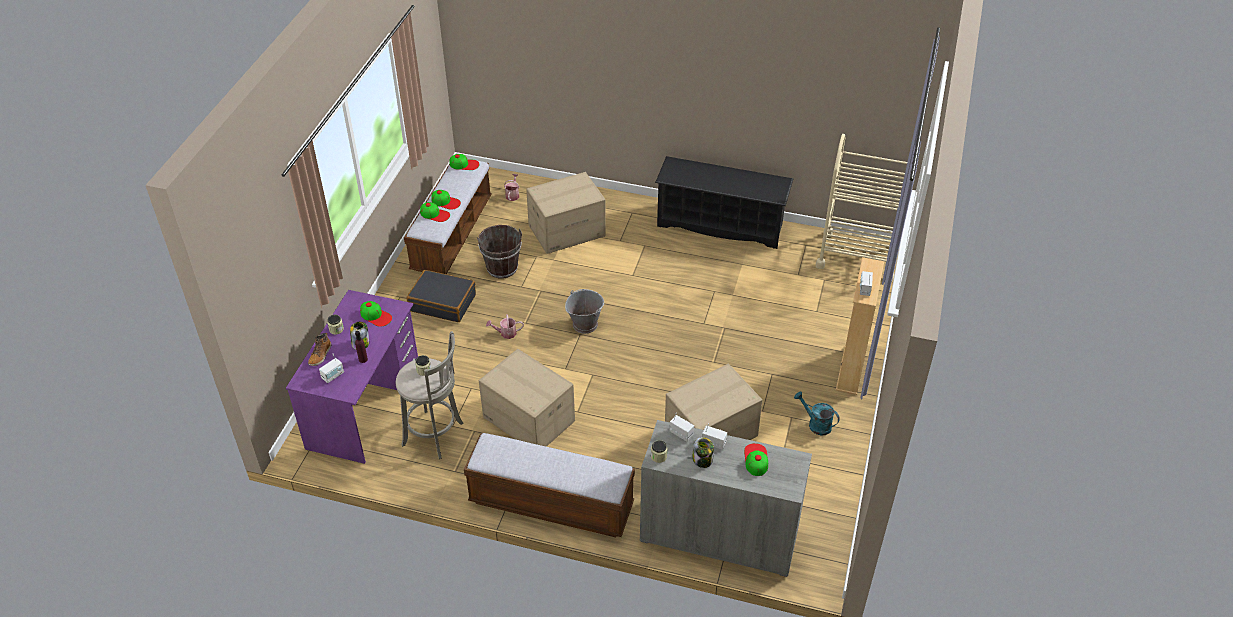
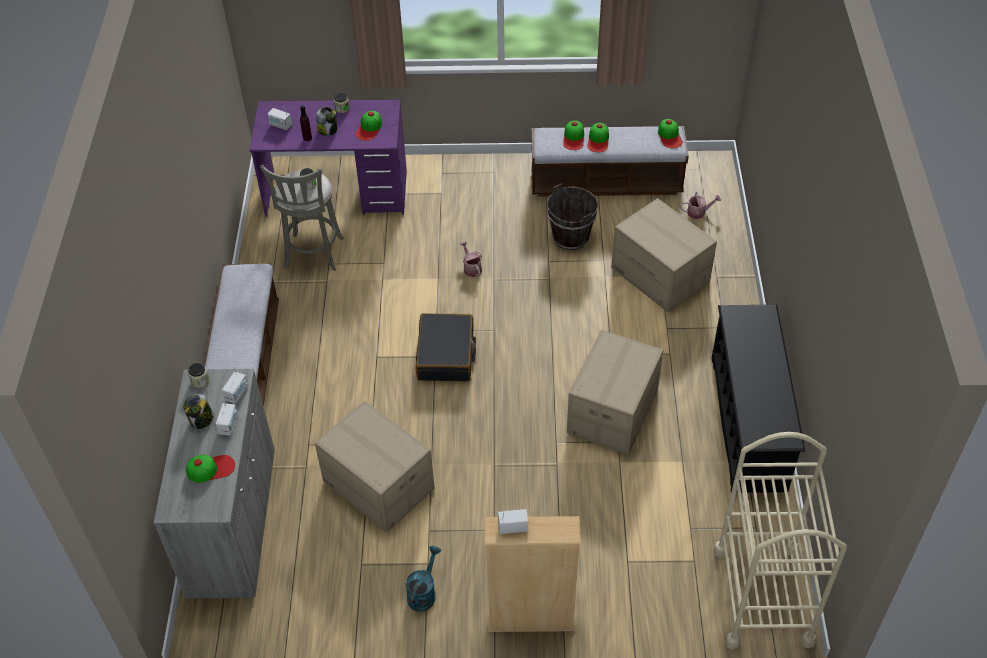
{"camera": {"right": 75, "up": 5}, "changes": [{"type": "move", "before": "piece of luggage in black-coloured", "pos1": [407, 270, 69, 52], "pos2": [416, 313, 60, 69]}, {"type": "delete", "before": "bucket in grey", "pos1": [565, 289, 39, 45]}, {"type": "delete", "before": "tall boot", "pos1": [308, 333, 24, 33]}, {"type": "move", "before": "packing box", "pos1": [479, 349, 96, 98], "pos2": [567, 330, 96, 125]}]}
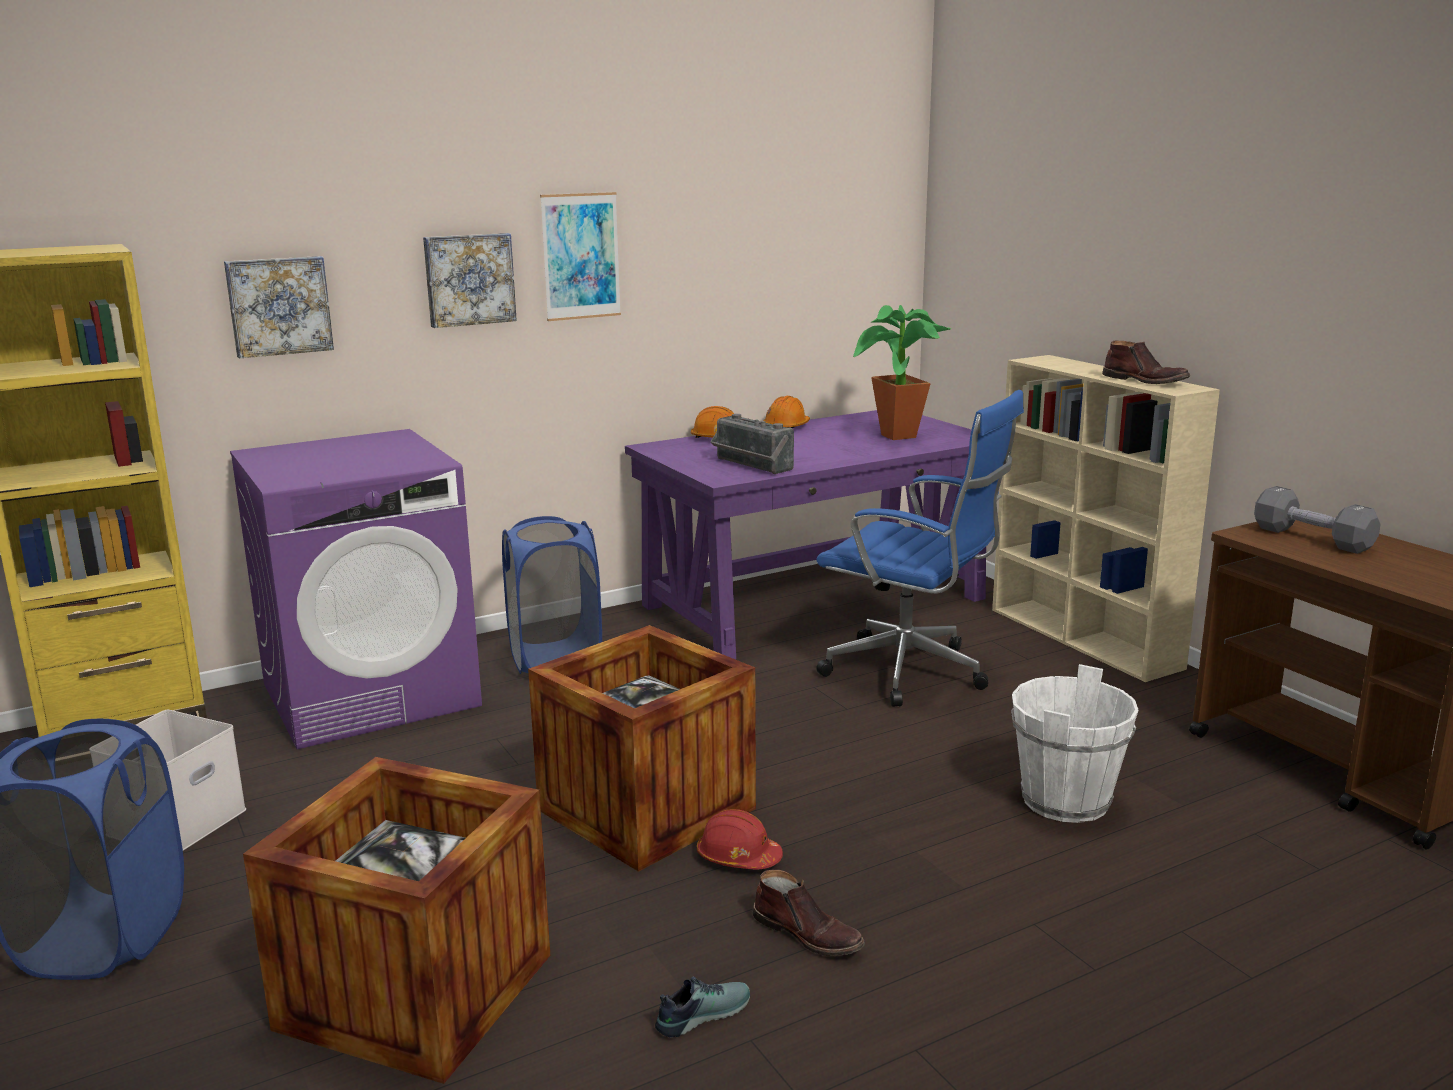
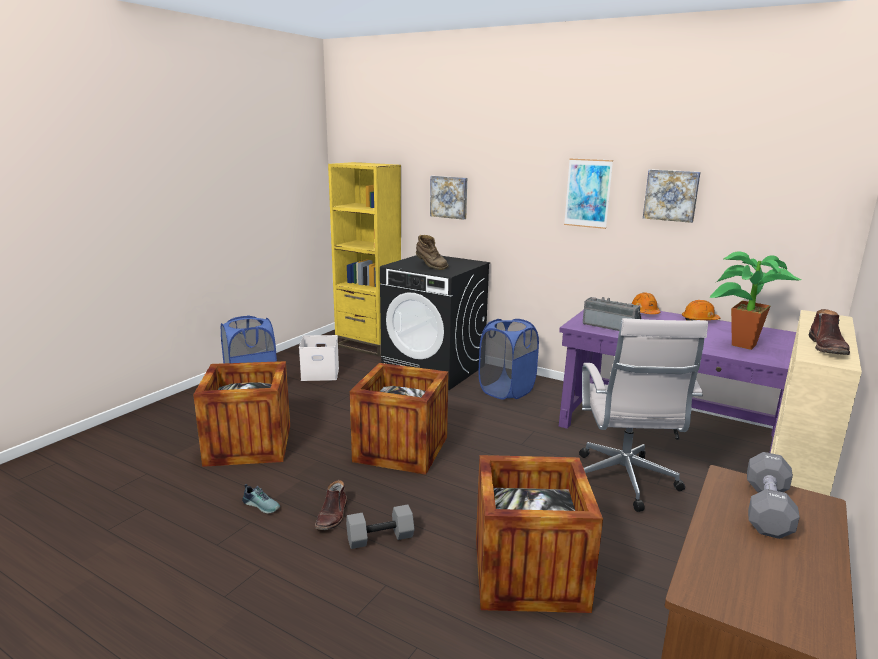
{"camera": {"right": 60, "up": 0}, "changes": [{"type": "move", "before": "wall picture", "pos1": [423, 233, 94, 95], "pos2": [643, 169, 58, 54]}, {"type": "recolor", "before": "desk chair in blue-coloured", "after": "desk chair in whitish", "pos1": [816, 390, 208, 317], "pos2": [579, 318, 129, 194]}, {"type": "rotate", "before": "radio receiver", "pos1": [711, 414, 83, 60], "pos2": [583, 297, 58, 34], "turn": 105}, {"type": "recolor", "before": "washing machine in purple", "after": "washing machine in black-coloured", "pos1": [230, 429, 252, 320], "pos2": [380, 255, 110, 135]}, {"type": "replace", "before": "bucket in whitish", "after": "packing crate", "pos1": [1011, 664, 127, 159], "pos2": [476, 455, 127, 158]}, {"type": "delete", "before": "safety helmet in reddish", "pos1": [697, 809, 86, 60]}, {"type": "insert", "after": "tall boot in brown", "pos2": [416, 235, 33, 35]}, {"type": "insert", "after": "hand weight in grey", "pos2": [346, 505, 69, 44]}]}
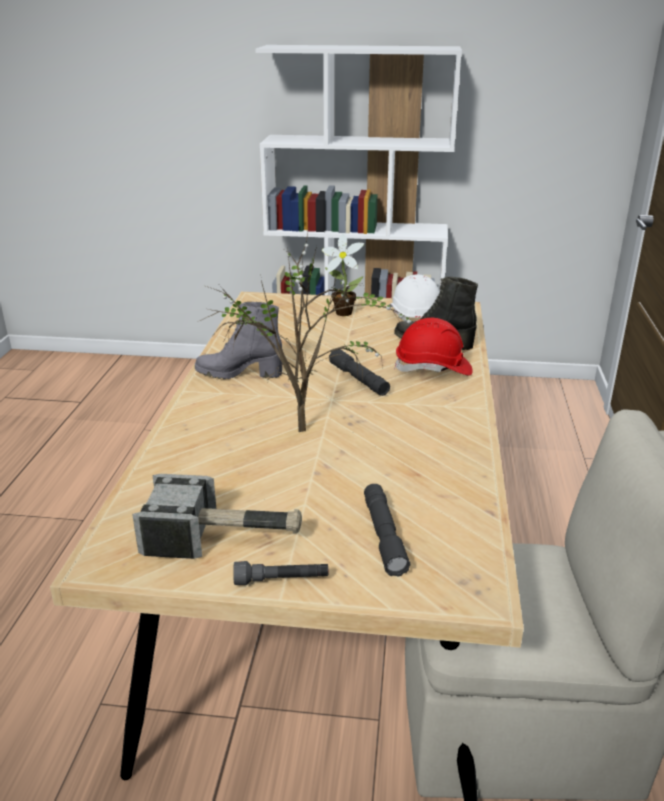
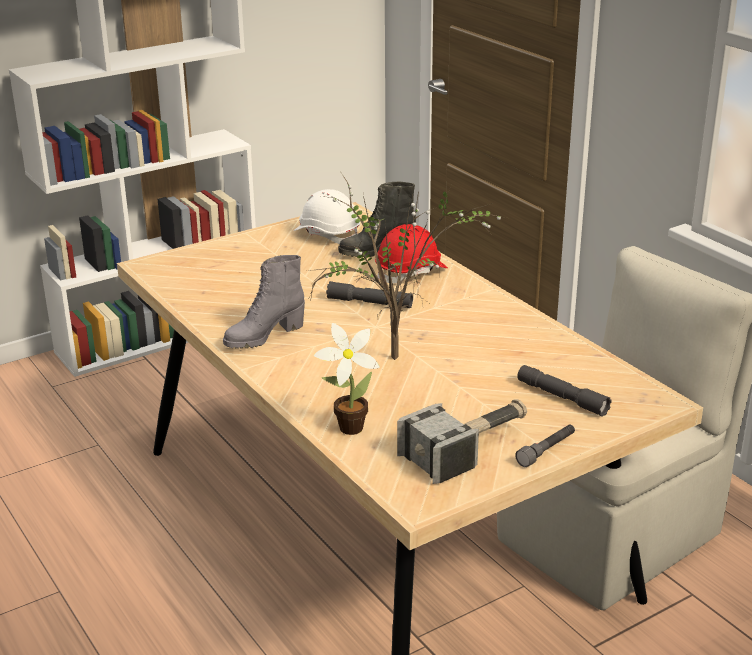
{"camera": {"right": -40, "up": 0}, "changes": [{"type": "move", "before": "potted plant", "pos1": [322, 233, 42, 83], "pos2": [314, 323, 66, 112]}]}
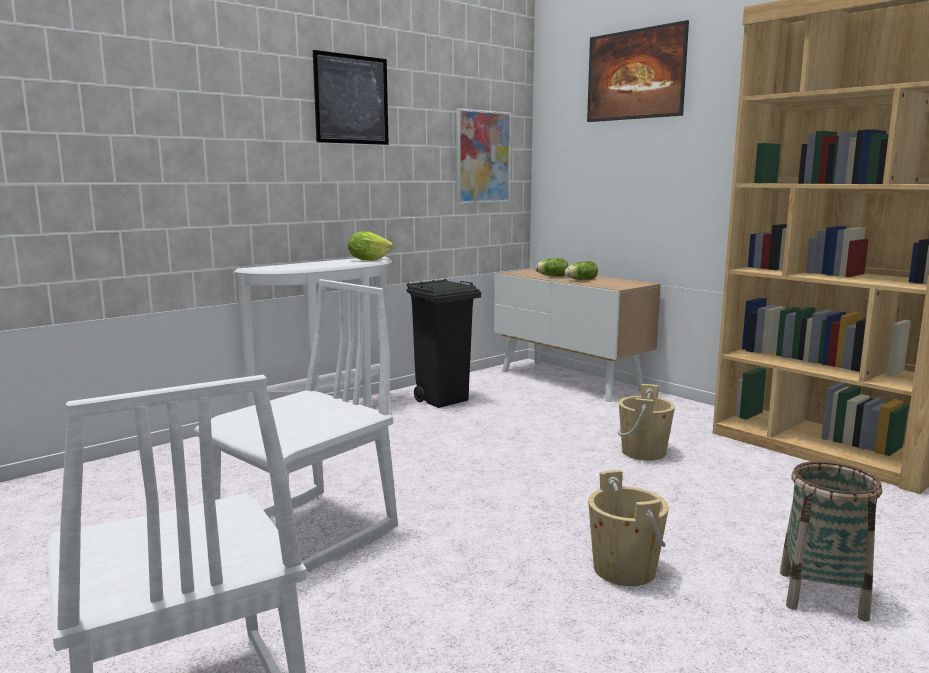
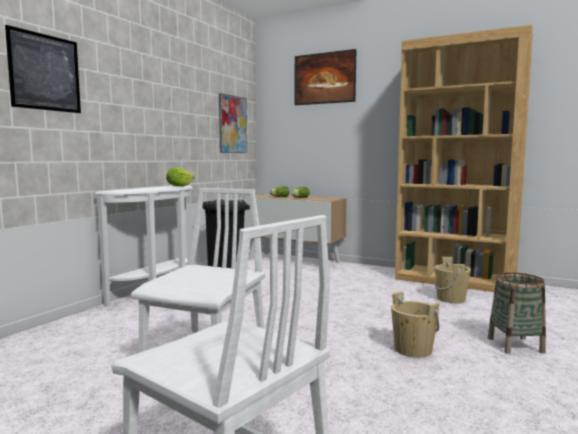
{"camera": {"right": -20, "up": -5}, "changes": [{"type": "move", "before": "wall picture", "pos1": [313, 50, 76, 95], "pos2": [5, 25, 76, 88]}, {"type": "move", "before": "bucket in beige", "pos1": [618, 384, 57, 77], "pos2": [434, 257, 37, 46]}]}
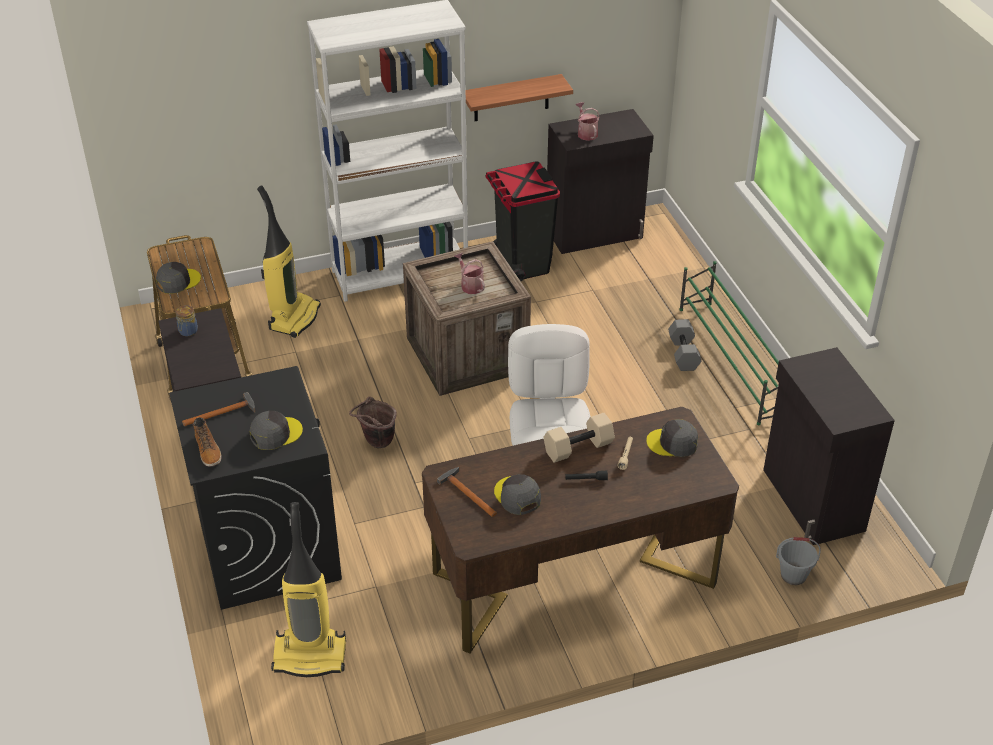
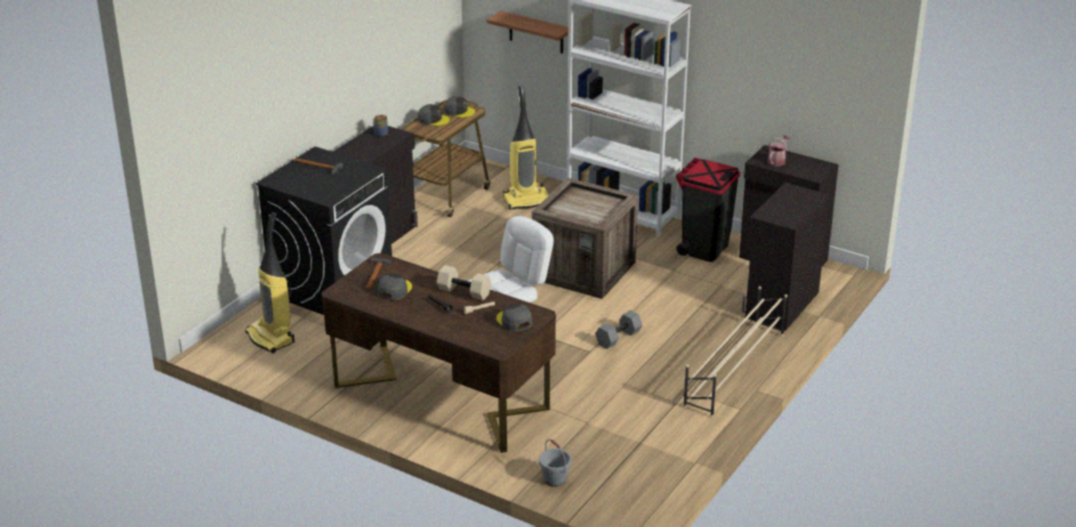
{"camera": {"right": 50, "up": -10}, "changes": [{"type": "move", "before": "wall shelf", "pos1": [466, 74, 107, 47], "pos2": [486, 11, 83, 43]}, {"type": "delete", "before": "watering can", "pos1": [454, 253, 31, 41]}, {"type": "recolor", "before": "shoe shelf in greenish", "after": "shoe shelf in beige", "pos1": [679, 261, 100, 164], "pos2": [683, 286, 105, 132]}, {"type": "move", "before": "hand weight in grey", "pos1": [668, 319, 34, 52], "pos2": [595, 310, 47, 39]}, {"type": "move", "before": "cabinet in black-coloured", "pos1": [763, 347, 132, 198], "pos2": [742, 182, 88, 149]}, {"type": "delete", "before": "bucket in brown", "pos1": [349, 397, 48, 52]}, {"type": "move", "before": "cap in grey", "pos1": [249, 411, 54, 39], "pos2": [444, 96, 31, 22]}, {"type": "delete", "before": "tall boot", "pos1": [193, 417, 29, 50]}]}
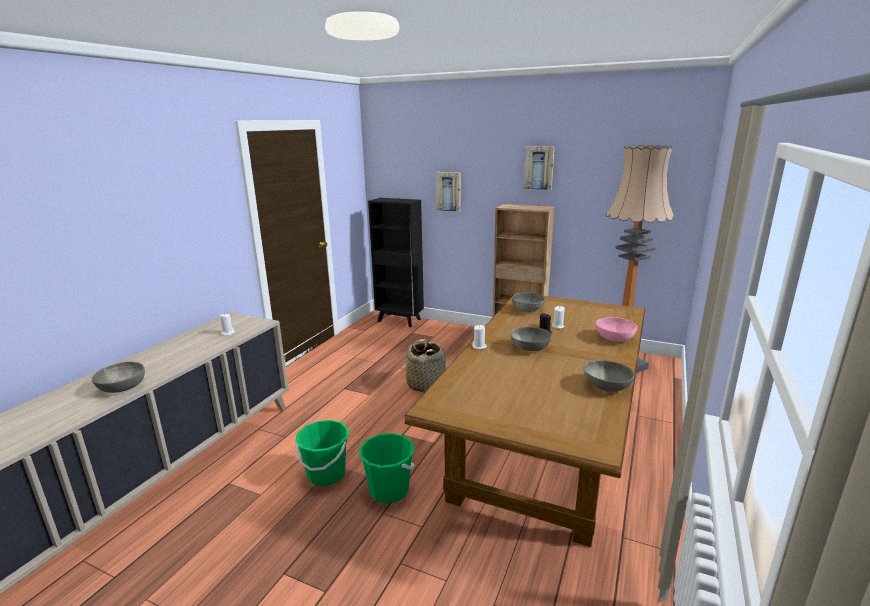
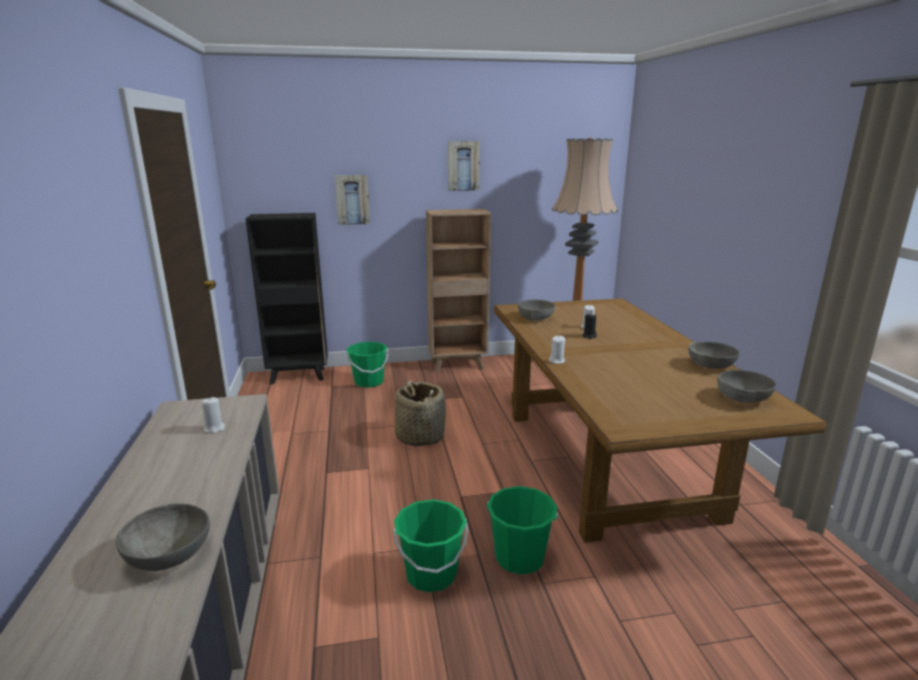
{"camera": {"right": -35, "up": 0}, "changes": [{"type": "delete", "before": "serving bowl in pink", "pos1": [596, 317, 41, 25]}, {"type": "move", "before": "serving bowl in grey", "pos1": [510, 327, 42, 24], "pos2": [717, 370, 60, 33]}, {"type": "insert", "after": "bucket in greenish", "pos2": [347, 342, 42, 46]}]}
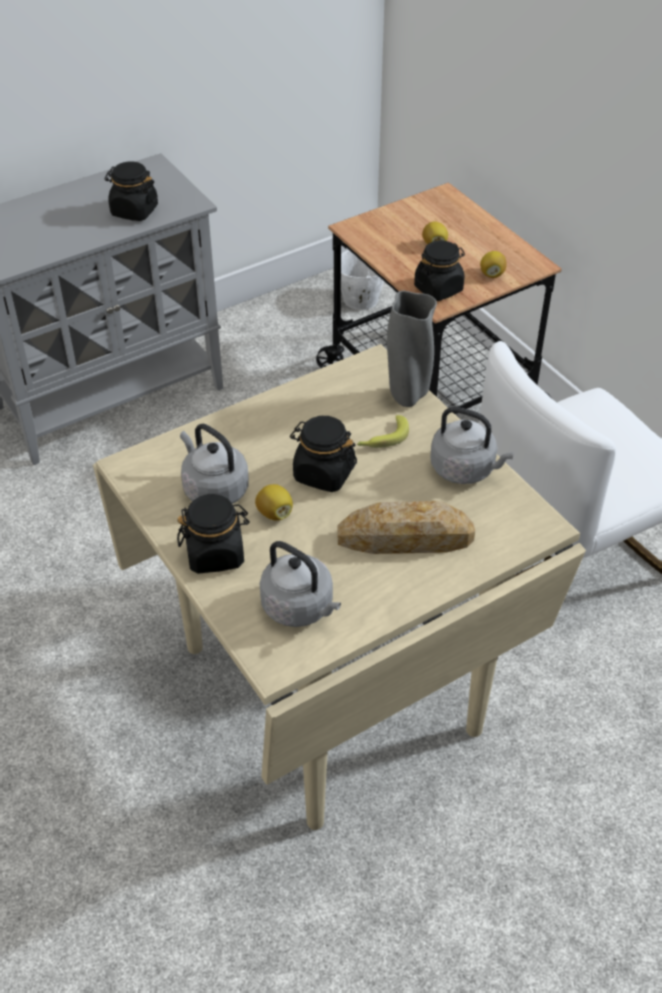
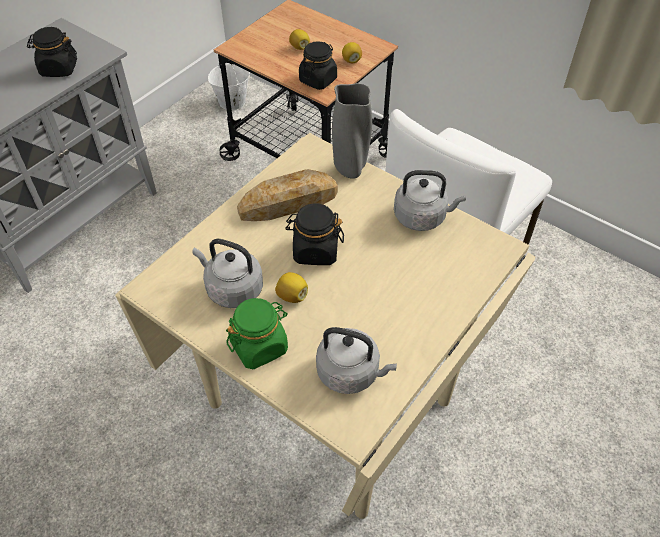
{"camera": {"right": -20, "up": 5}, "changes": [{"type": "delete", "before": "banana", "pos1": [357, 415, 52, 33]}, {"type": "recolor", "before": "preserve jar in black-coloured", "after": "preserve jar in greenish", "pos1": [177, 494, 73, 80], "pos2": [226, 298, 62, 71]}, {"type": "move", "before": "baked bread", "pos1": [337, 501, 138, 53], "pos2": [237, 169, 101, 52]}]}
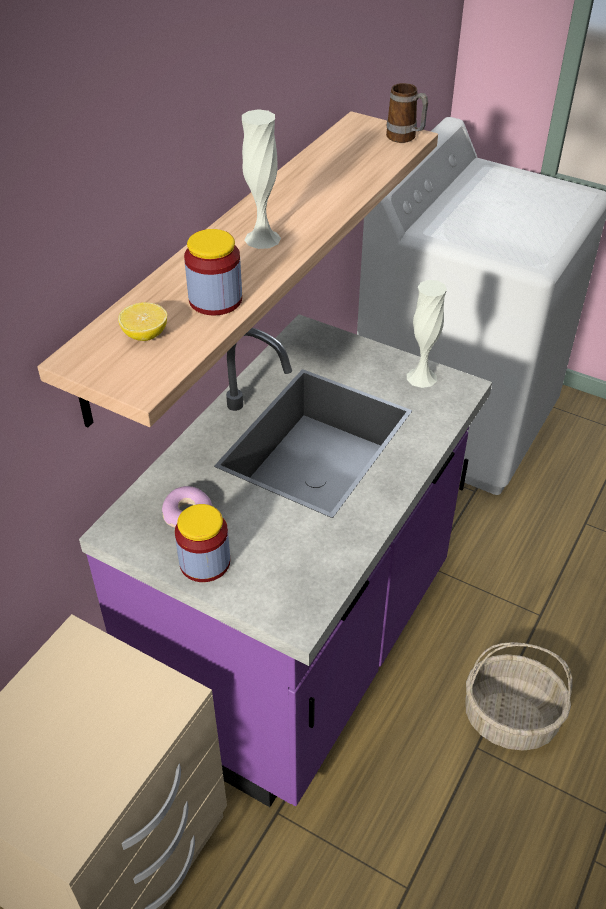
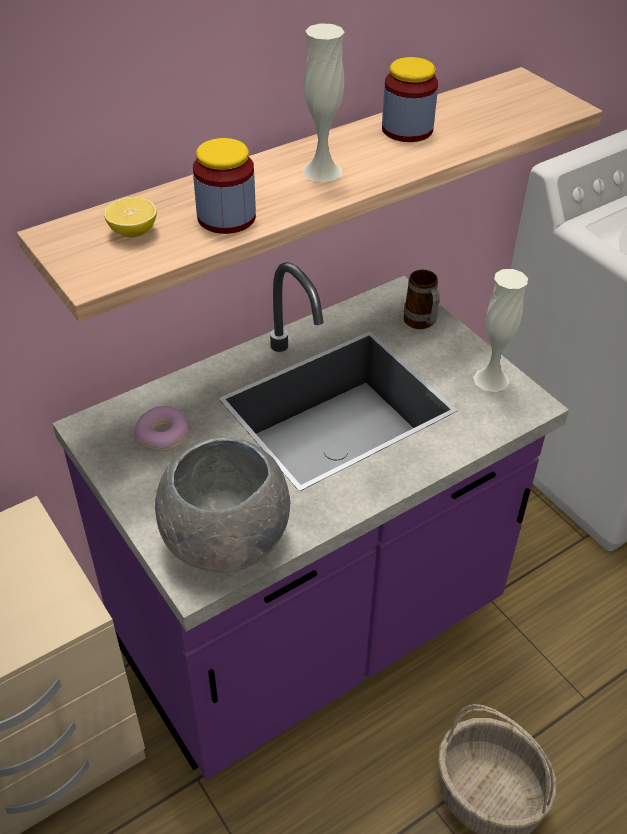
{"camera": {"right": 25, "up": 0}, "changes": [{"type": "move", "before": "tea mug", "pos1": [386, 83, 42, 60], "pos2": [404, 270, 36, 59]}, {"type": "move", "before": "preserve jar", "pos1": [175, 504, 55, 78], "pos2": [382, 57, 56, 85]}, {"type": "insert", "after": "serving bowl in grey", "pos2": [155, 438, 135, 135]}]}
